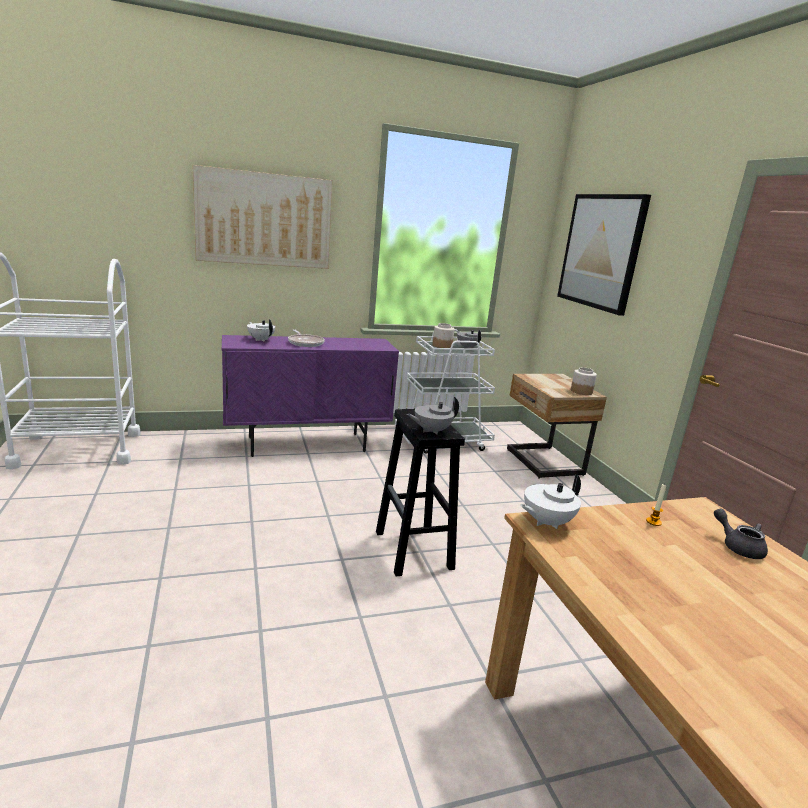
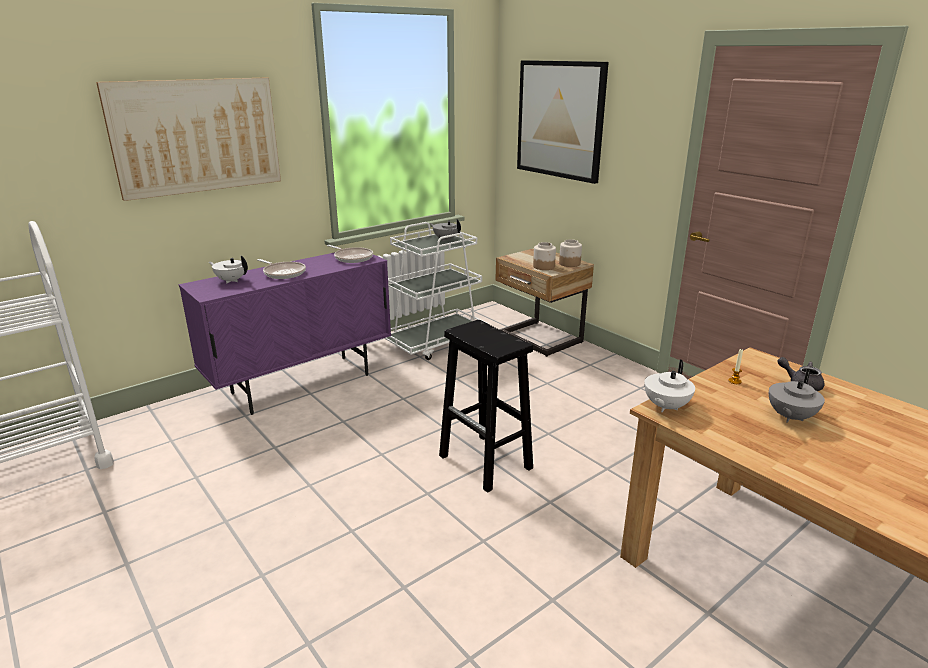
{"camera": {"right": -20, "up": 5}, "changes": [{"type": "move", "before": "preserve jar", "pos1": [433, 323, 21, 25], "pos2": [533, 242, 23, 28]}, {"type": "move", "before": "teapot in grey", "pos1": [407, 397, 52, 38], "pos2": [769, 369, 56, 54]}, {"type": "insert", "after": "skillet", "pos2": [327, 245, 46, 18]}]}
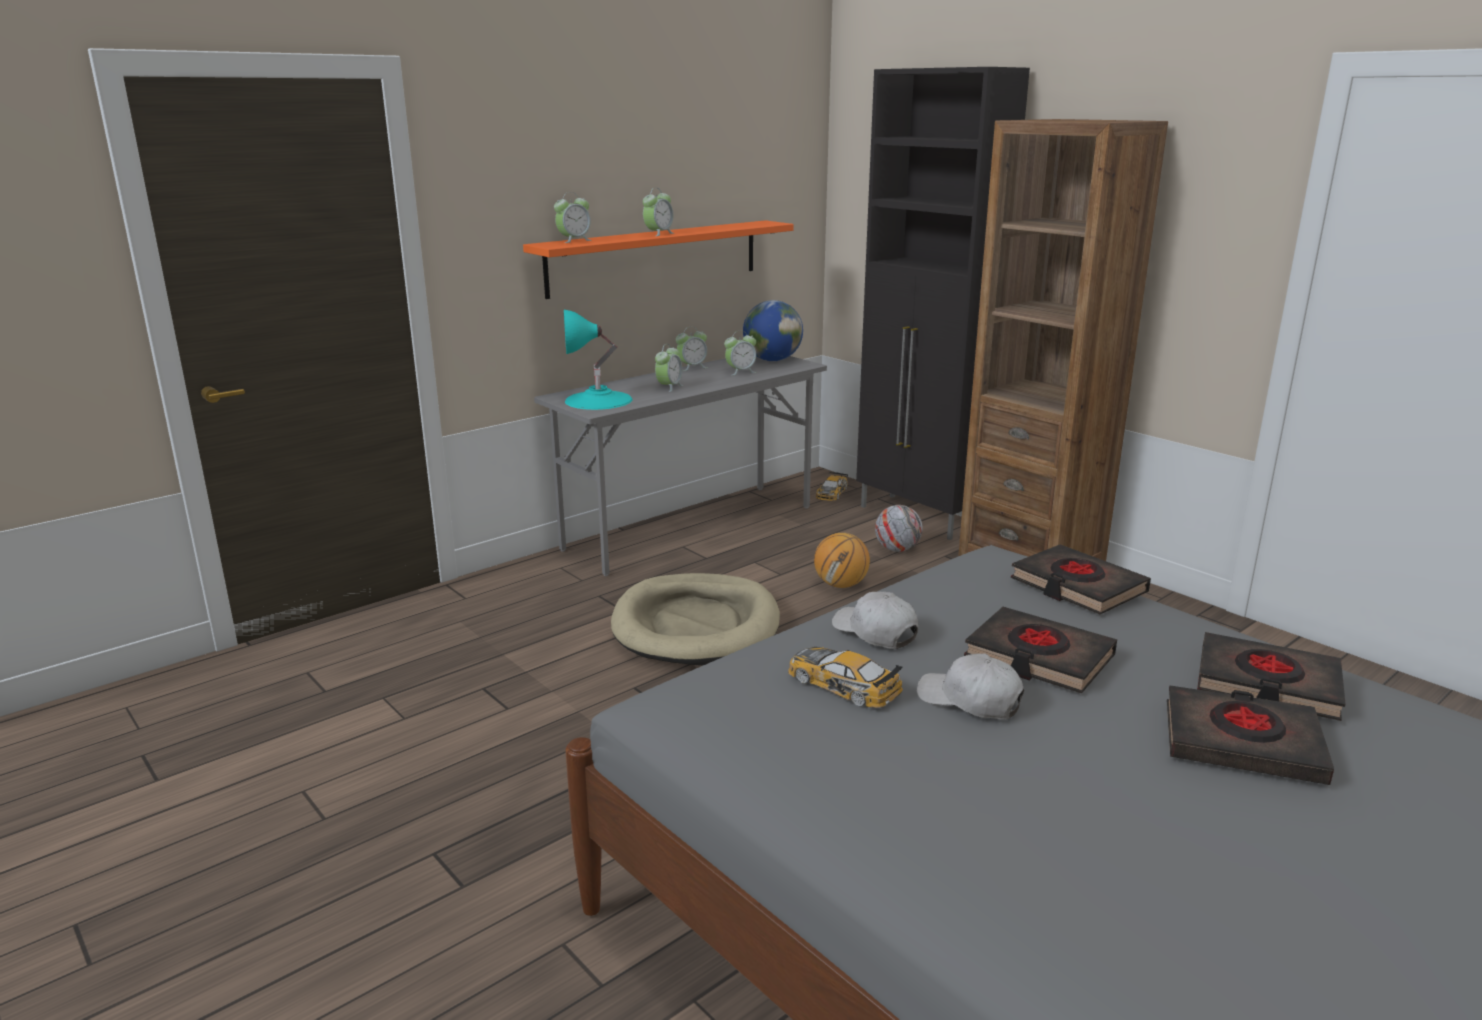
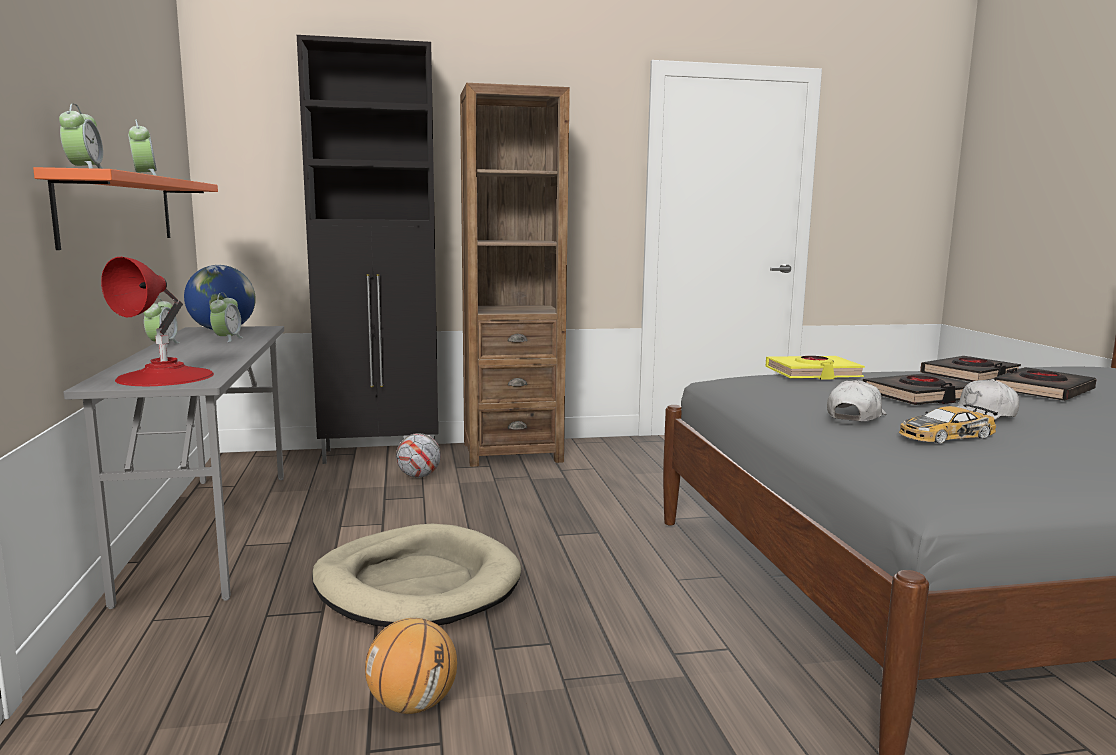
{"camera": {"right": -60, "up": -10}, "changes": [{"type": "recolor", "before": "table lamp in turquoise-coloured", "after": "table lamp in reddish", "pos1": [564, 310, 68, 100], "pos2": [101, 257, 113, 129]}, {"type": "delete", "before": "table clock", "pos1": [655, 344, 28, 48]}, {"type": "delete", "before": "model car", "pos1": [816, 472, 32, 29]}, {"type": "move", "before": "basketball", "pos1": [814, 533, 56, 55], "pos2": [365, 618, 92, 96]}, {"type": "recolor", "before": "volume in black-coloured", "after": "volume in yellow", "pos1": [1011, 544, 140, 70], "pos2": [766, 356, 99, 24]}, {"type": "rotate", "before": "cap in whitish", "pos1": [832, 592, 87, 57], "pos2": [827, 380, 59, 41], "turn": 135}]}
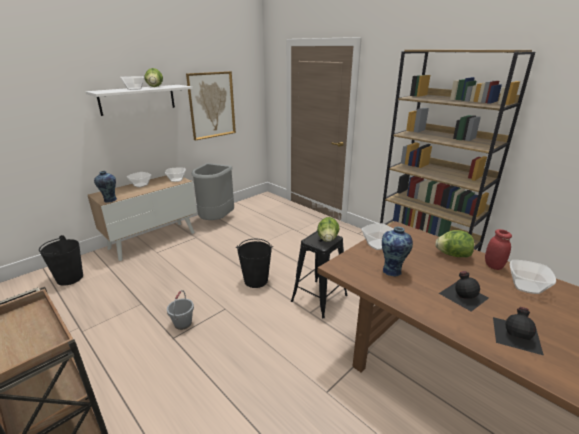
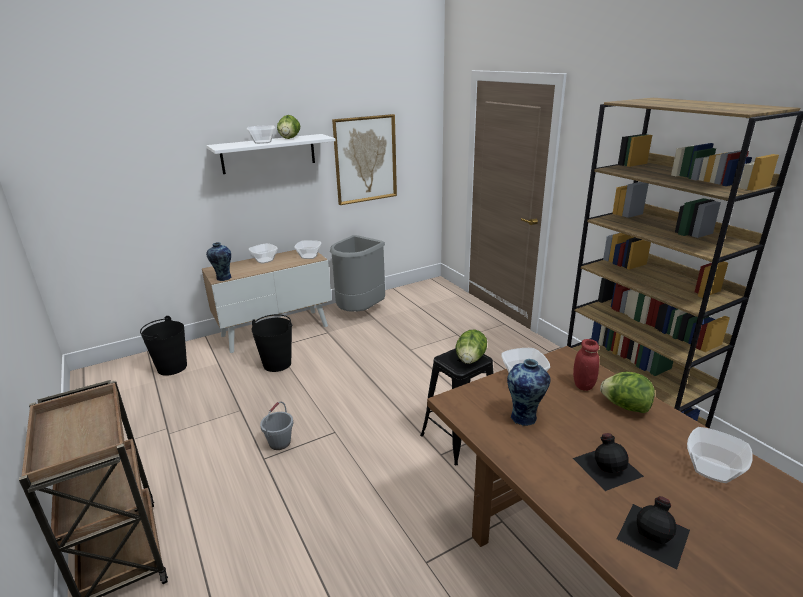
{"camera": {"right": 15, "up": 0}, "changes": [{"type": "move", "before": "preserve jar in reddish", "pos1": [485, 229, 27, 41], "pos2": [573, 339, 26, 52]}, {"type": "move", "before": "bucket in black-coloured", "pos1": [236, 239, 37, 49], "pos2": [251, 314, 41, 58]}]}
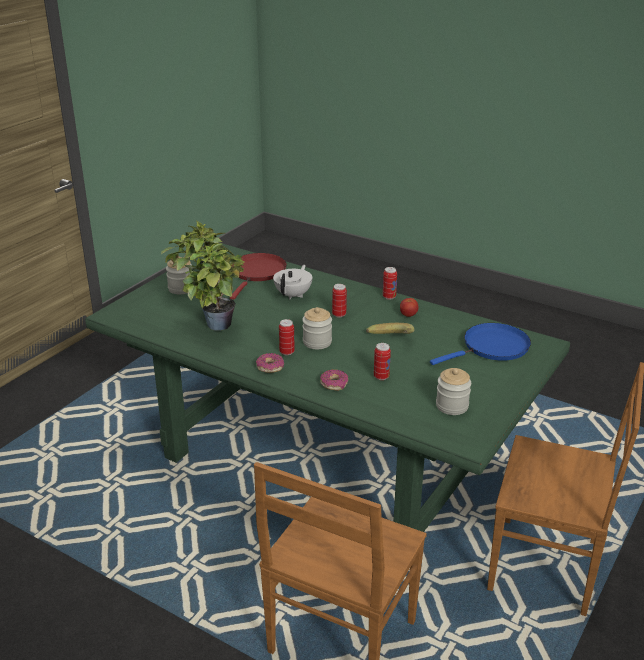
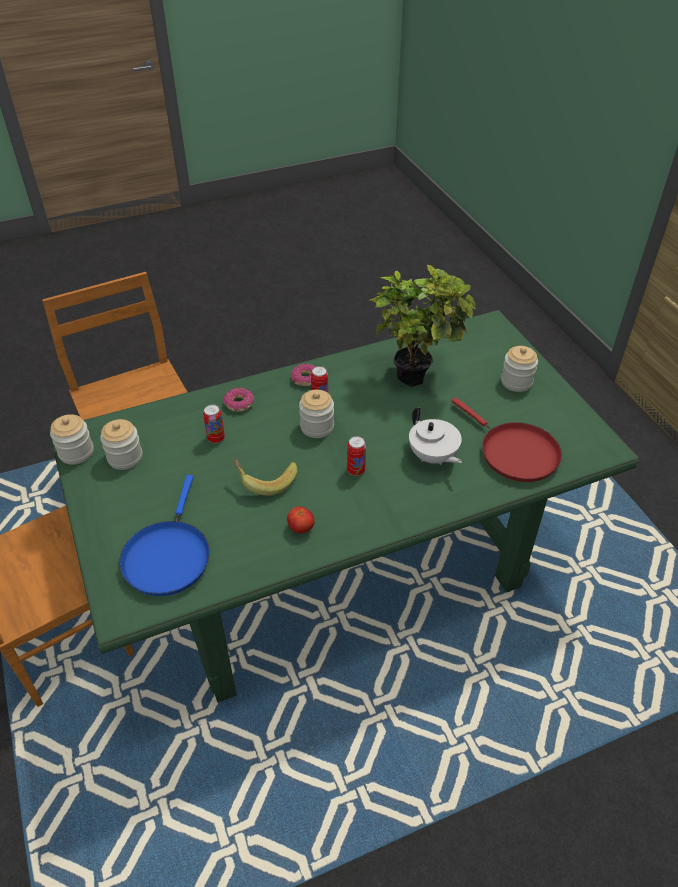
{"camera": {"right": 125, "up": 15}, "changes": [{"type": "delete", "before": "sealed can", "pos1": [383, 267, 14, 33]}, {"type": "insert", "after": "preserve jar", "pos2": [50, 414, 44, 51]}]}
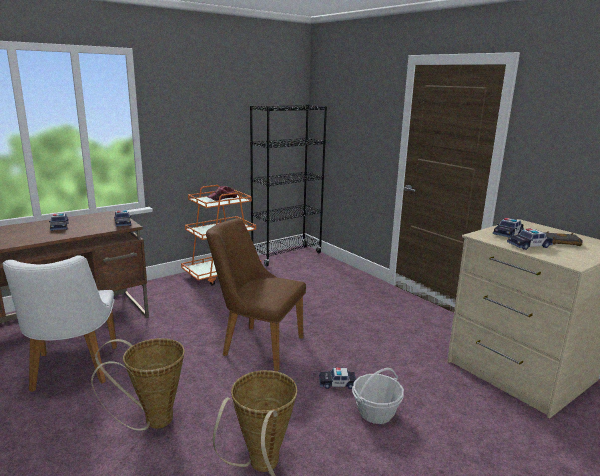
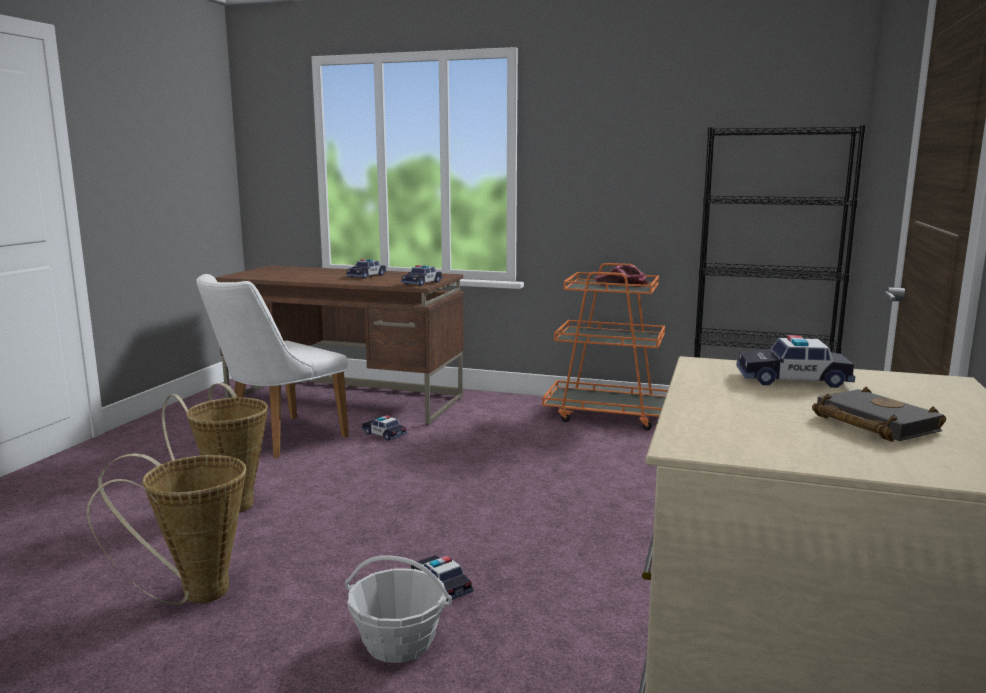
{"camera": {"right": 55, "up": -5}, "changes": [{"type": "delete", "before": "upright chair in brown", "pos1": [206, 219, 100, 153]}, {"type": "move", "before": "model car", "pos1": [507, 228, 46, 22], "pos2": [361, 415, 46, 26]}]}
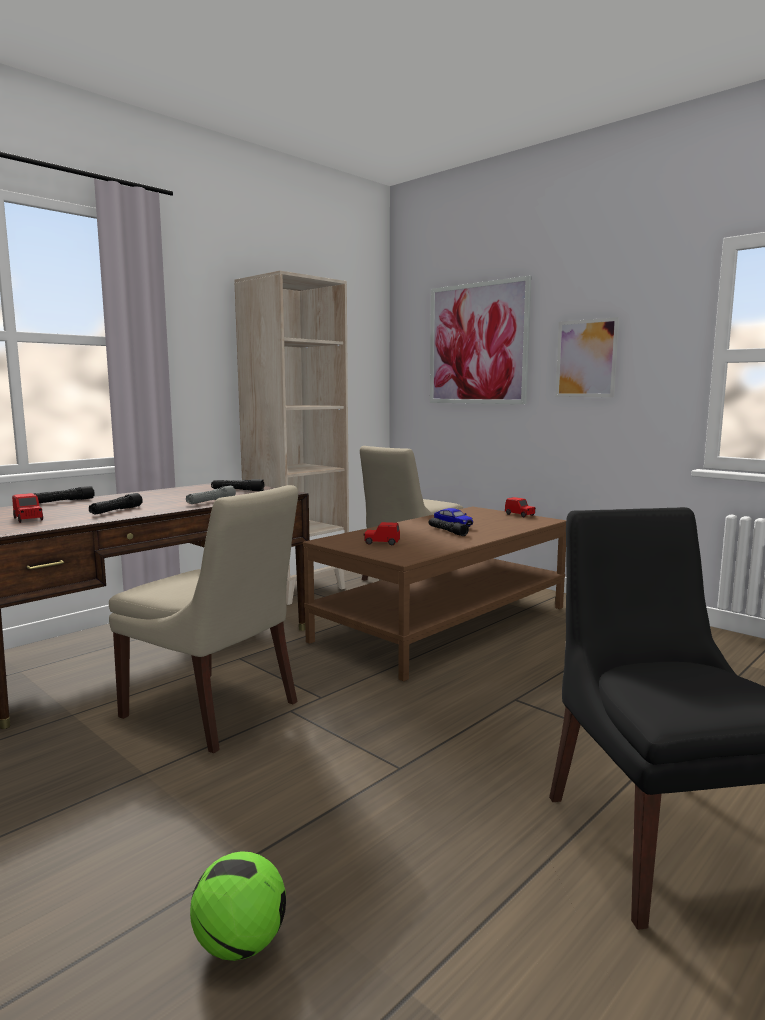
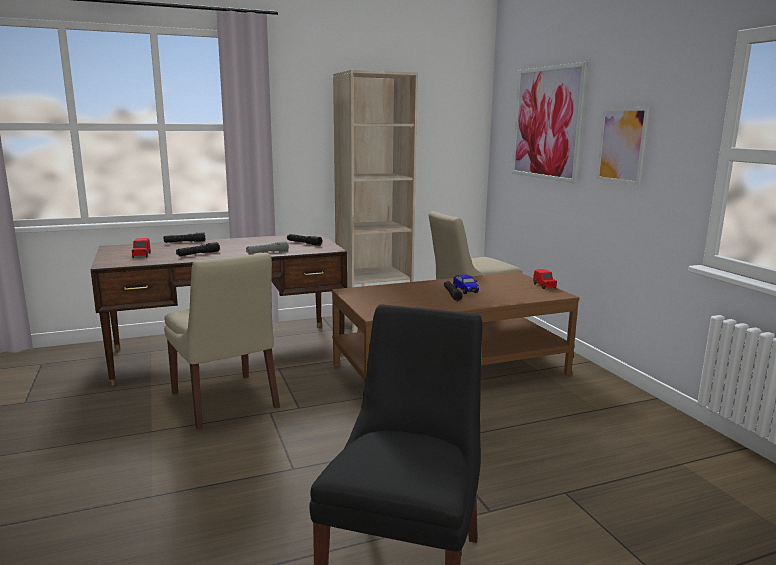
{"camera": {"right": 25, "up": 5}, "changes": [{"type": "delete", "before": "model car in reddish", "pos1": [364, 522, 36, 23]}, {"type": "delete", "before": "football", "pos1": [190, 851, 96, 110]}]}
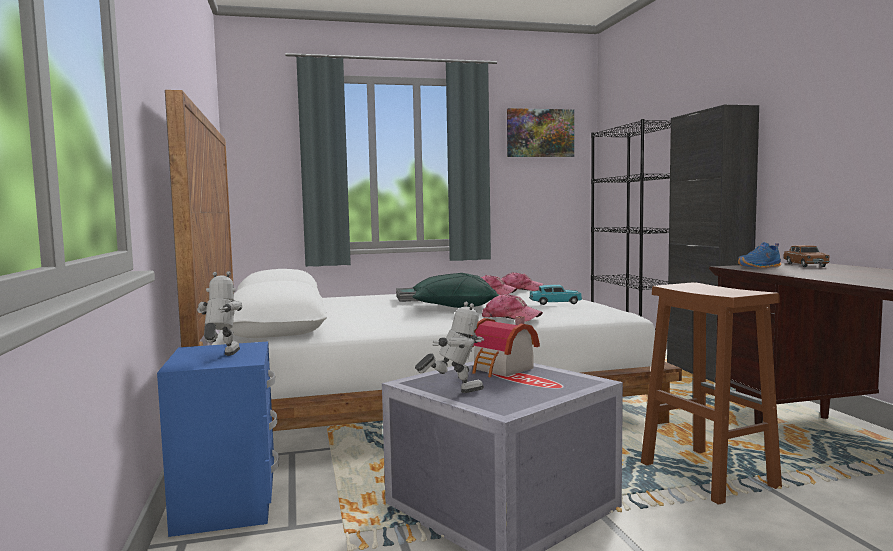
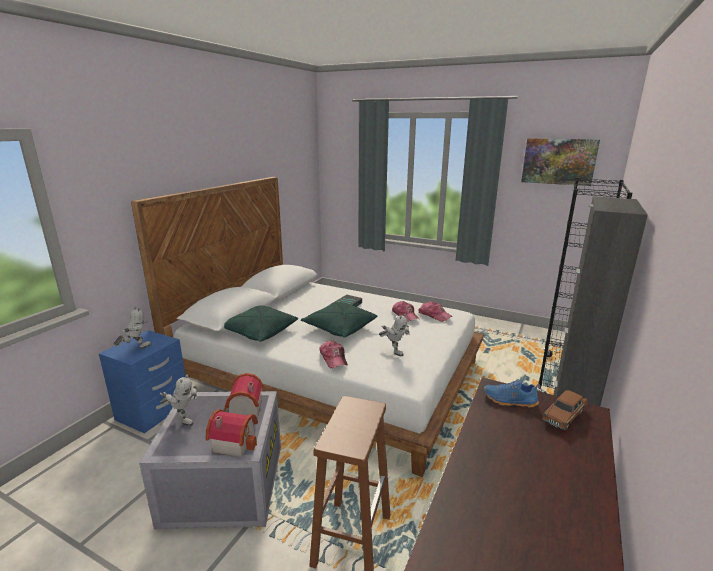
{"camera": {"right": 40, "up": 15}, "changes": [{"type": "replace", "before": "model car in turquoise-coloured", "after": "model robot", "pos1": [529, 285, 54, 20], "pos2": [379, 314, 31, 42]}, {"type": "insert", "after": "pillow in greenish", "pos2": [224, 305, 74, 37]}, {"type": "insert", "after": "toy house", "pos2": [206, 409, 52, 48]}]}
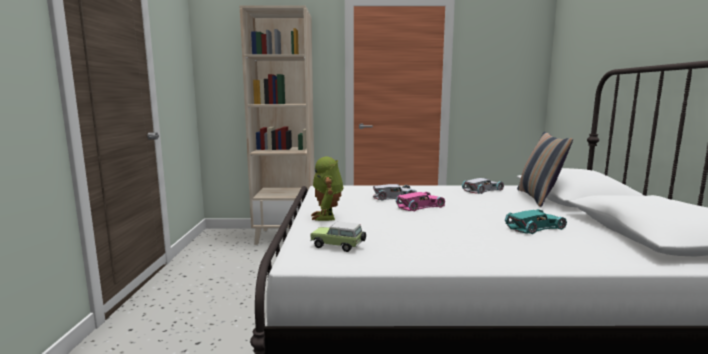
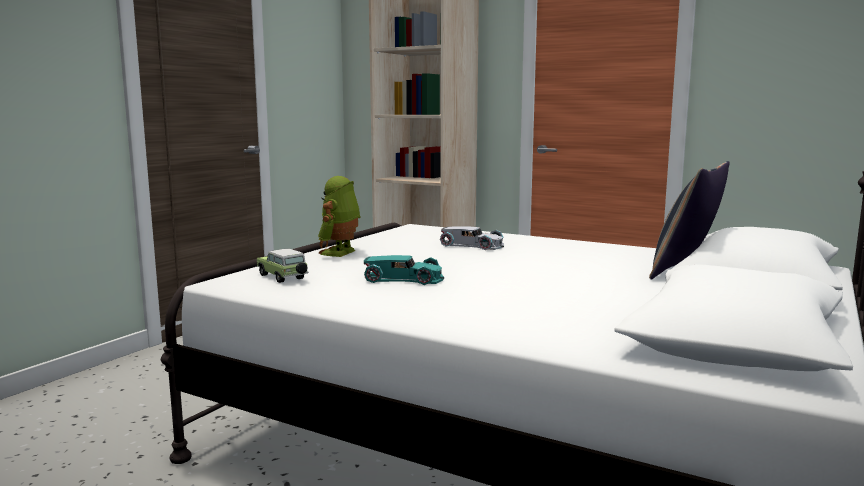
{"camera": {"right": 30, "up": 0}, "changes": [{"type": "delete", "before": "model car in whitish", "pos1": [462, 178, 42, 16]}, {"type": "delete", "before": "model car in pink", "pos1": [396, 191, 49, 21]}, {"type": "move", "before": "model car in turquoise-coloured", "pos1": [505, 209, 62, 25], "pos2": [364, 255, 80, 30]}]}
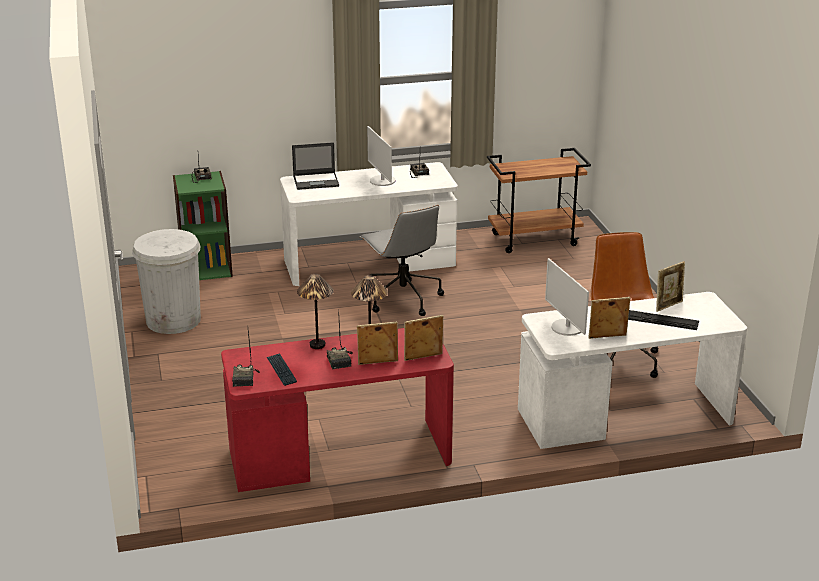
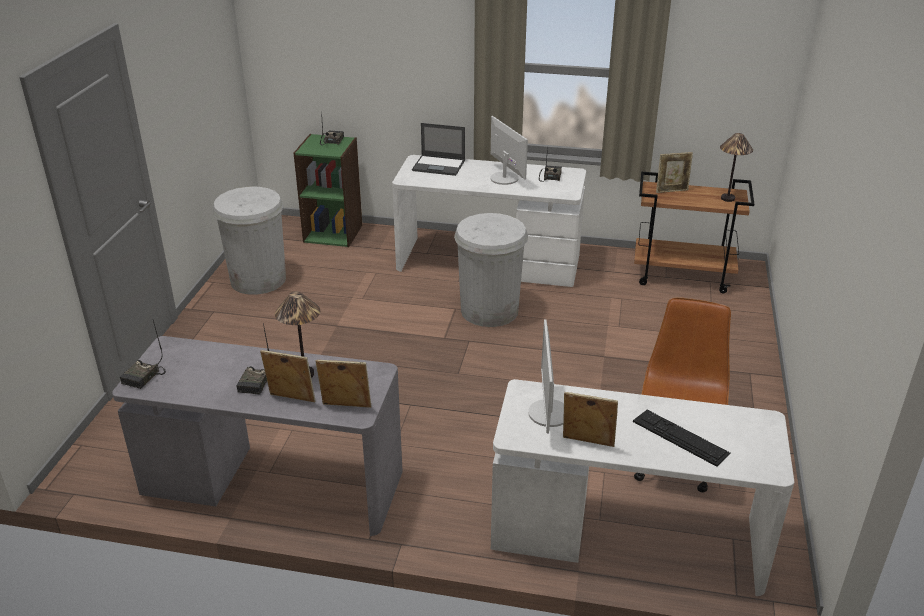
{"camera": {"right": 25, "up": 5}, "changes": [{"type": "rotate", "before": "computer screen", "pos1": [367, 126, 28, 60], "pos2": [490, 116, 38, 69], "turn": 150}, {"type": "replace", "before": "desk chair in grey", "after": "waste bin in whitish", "pos1": [360, 205, 84, 111], "pos2": [454, 213, 74, 114]}, {"type": "move", "before": "photo frame", "pos1": [656, 261, 29, 51], "pos2": [656, 152, 37, 41]}, {"type": "move", "before": "table lamp", "pos1": [297, 274, 37, 75], "pos2": [720, 133, 33, 69]}, {"type": "recolor", "before": "desk unit in reddish", "after": "desk unit in grey", "pos1": [221, 328, 233, 164], "pos2": [112, 336, 291, 200]}, {"type": "delete", "before": "computer keyboard", "pos1": [267, 353, 30, 33]}]}
